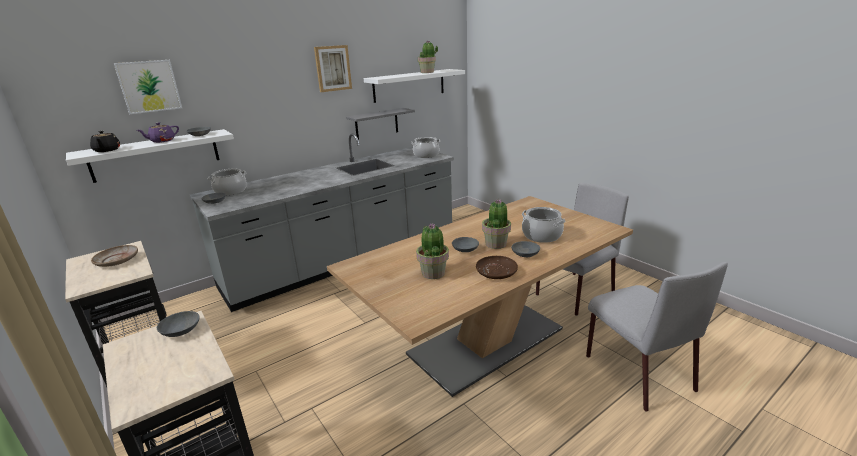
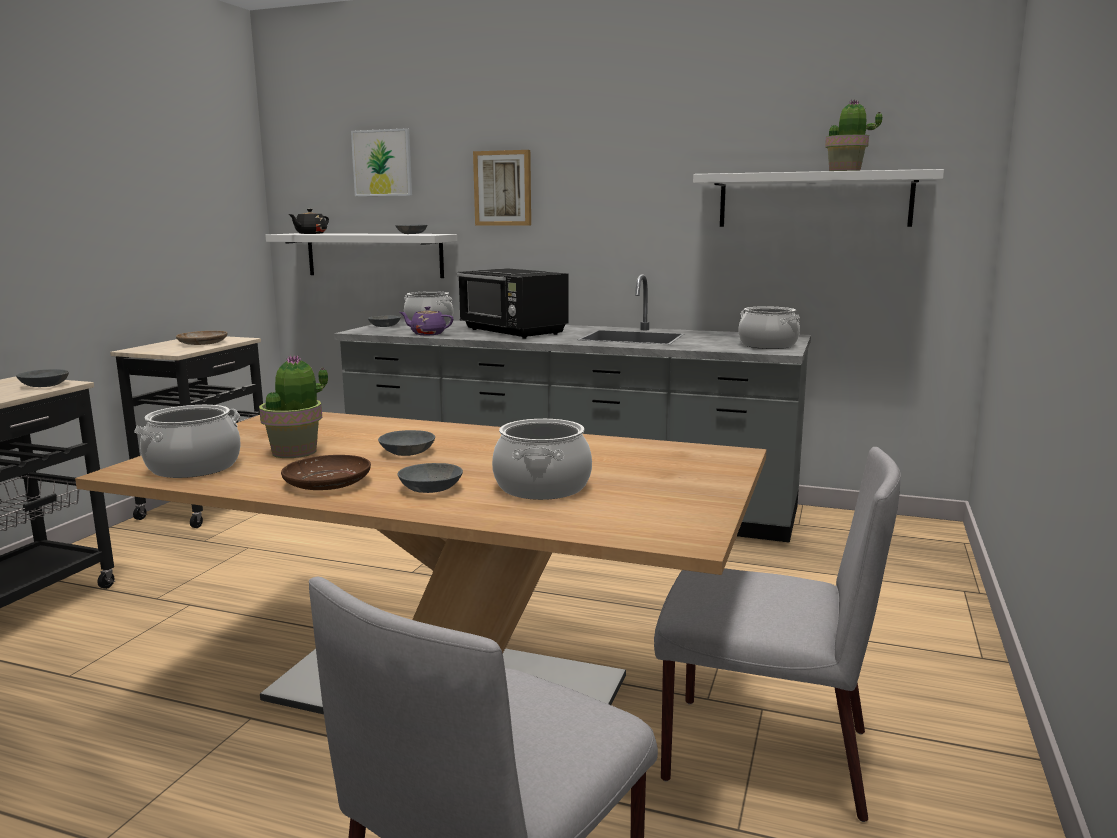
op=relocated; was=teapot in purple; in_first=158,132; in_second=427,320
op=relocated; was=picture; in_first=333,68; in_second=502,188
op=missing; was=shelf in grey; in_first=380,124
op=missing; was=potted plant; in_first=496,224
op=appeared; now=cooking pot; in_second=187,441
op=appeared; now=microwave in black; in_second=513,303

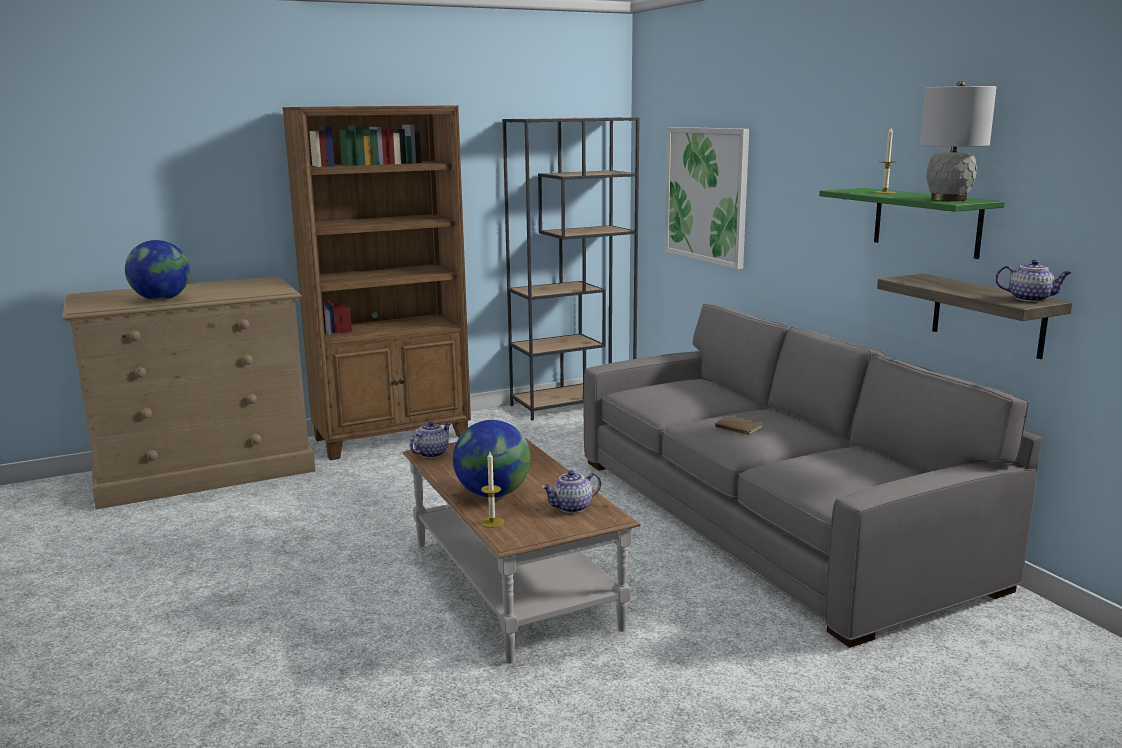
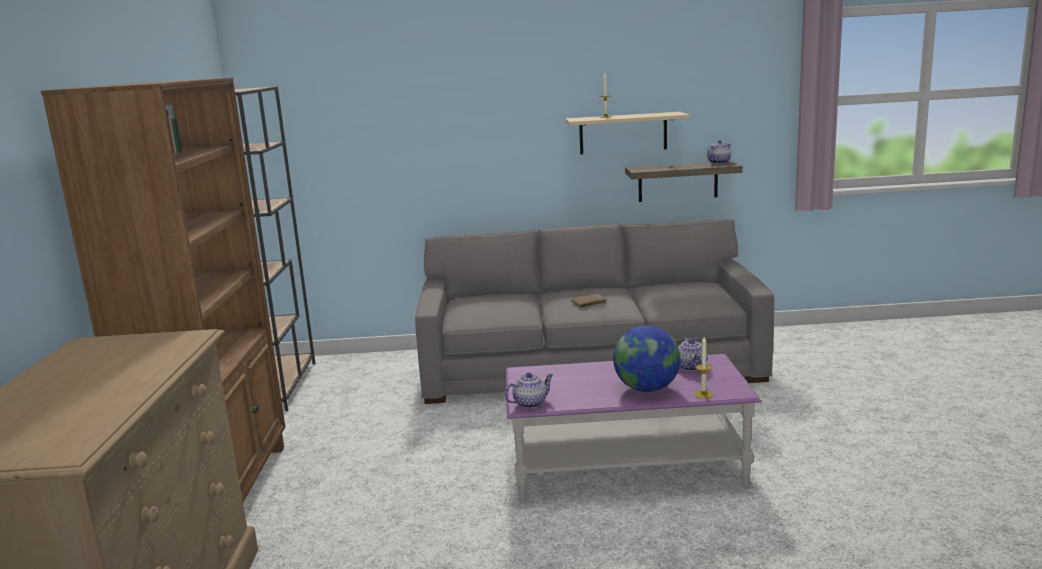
op=missing; was=globe; in_first=157,270
op=colour; was=coffee table in brown; now=coffee table in purple; in_first=521,550; in_second=633,428
op=spun; was=teapot; in_first=430,439; in_second=528,390; clockwise=90
op=missing; was=picture; in_first=707,198
op=colour; was=shelf in green; now=shelf in beige; in_first=912,223; in_second=627,133
op=missing; was=table lamp in white; in_first=958,141

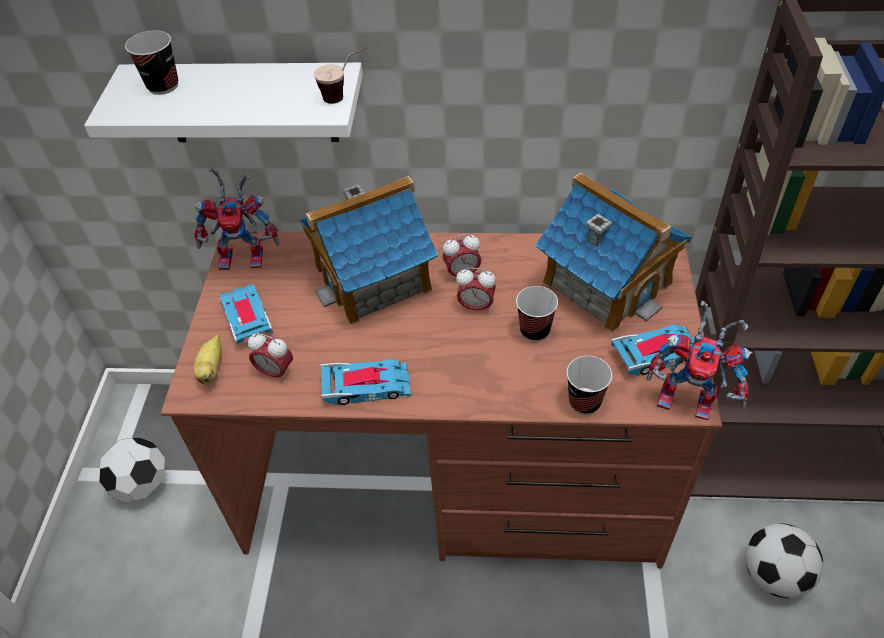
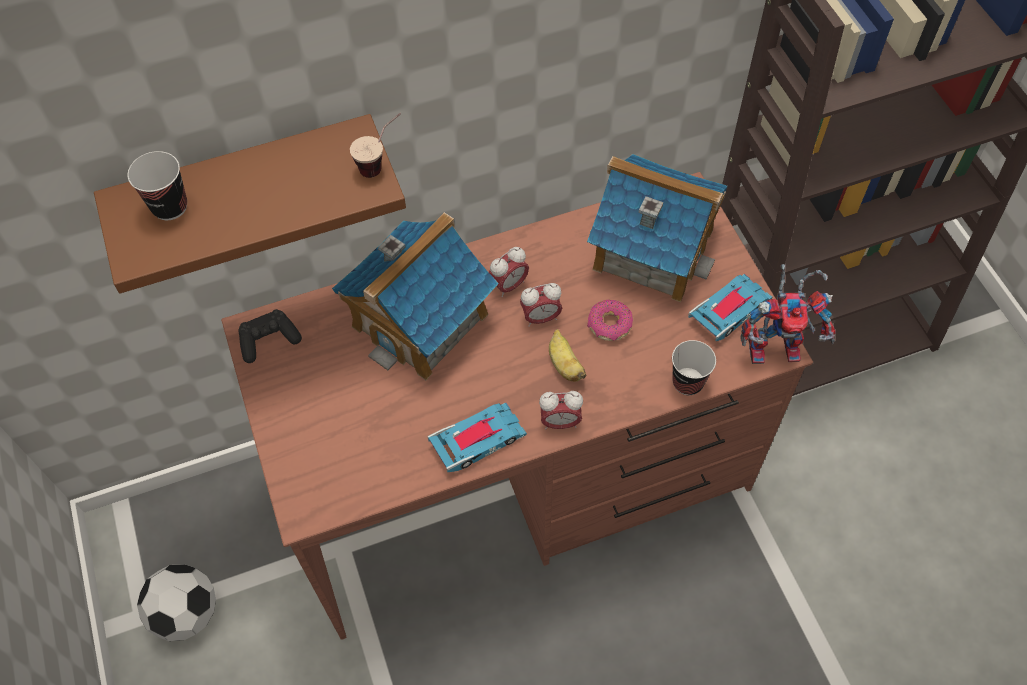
op=colour; was=shelf in white; now=shelf in brown; in_first=223,102; in_second=250,203
op=exchanged; was=toy robot; now=game controller in black; in_first=236,218; in_second=270,336
op=relocated; was=banana; in_first=208,359; in_second=567,355
op=missing; was=toy car; in_first=246,315
op=relocated; was=alarm clock; in_first=270,357; in_second=561,410
op=exchanged; was=cup; now=donut; in_first=537,314; in_second=610,320
op=missing; was=football; in_first=784,560

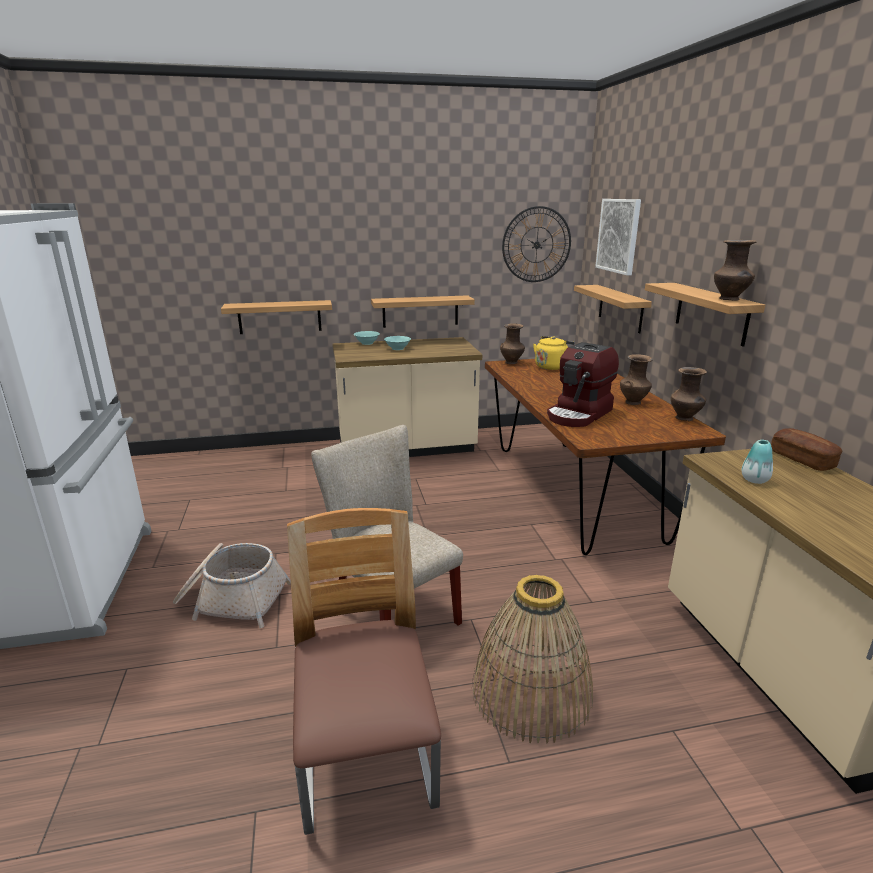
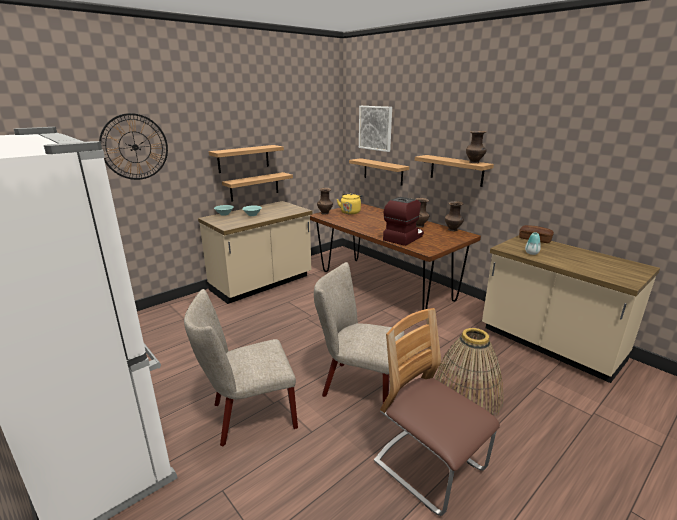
op=exchanged; was=basket; now=chair in beige; in_first=232,585; in_second=241,368
op=relocated; was=shelf; in_first=276,317; in_second=246,159
op=relocated; was=wall clock; in_first=536,244; in_second=133,146
op=spun; was=coffee machine; in_first=583,384; in_second=403,221; clockwise=-150

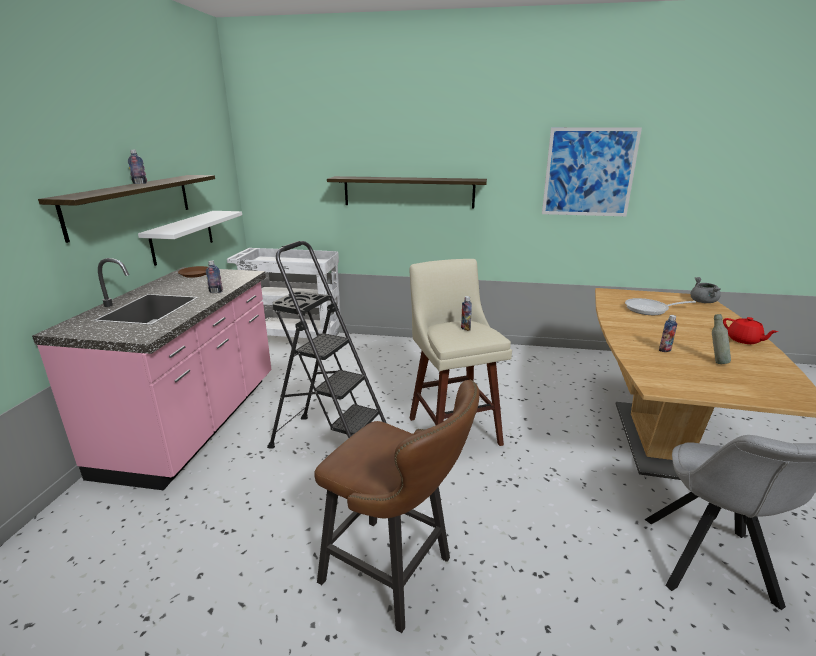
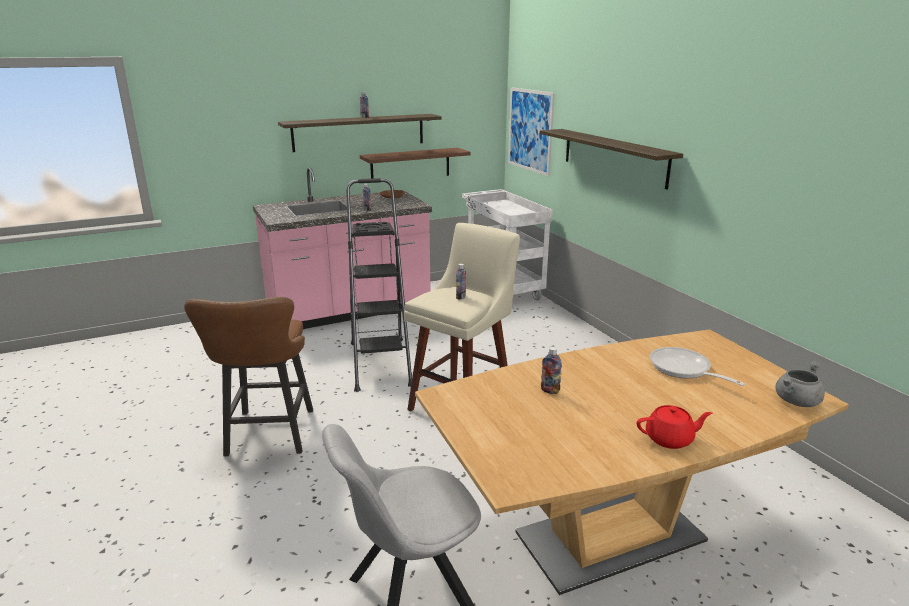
op=colour; was=shelf in white; now=shelf in brown; in_first=190,238; in_second=415,163
op=relocated; was=picture; in_first=592,171; in_second=531,131
op=missing; was=bottle in grey; in_first=721,339
op=spun; was=teapot in red; in_first=750,330; in_second=674,427; clockwise=-120

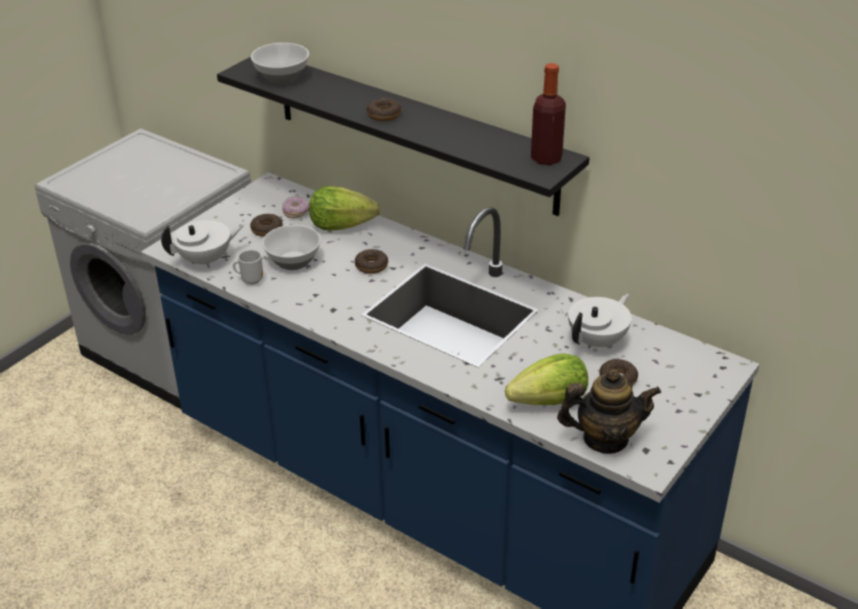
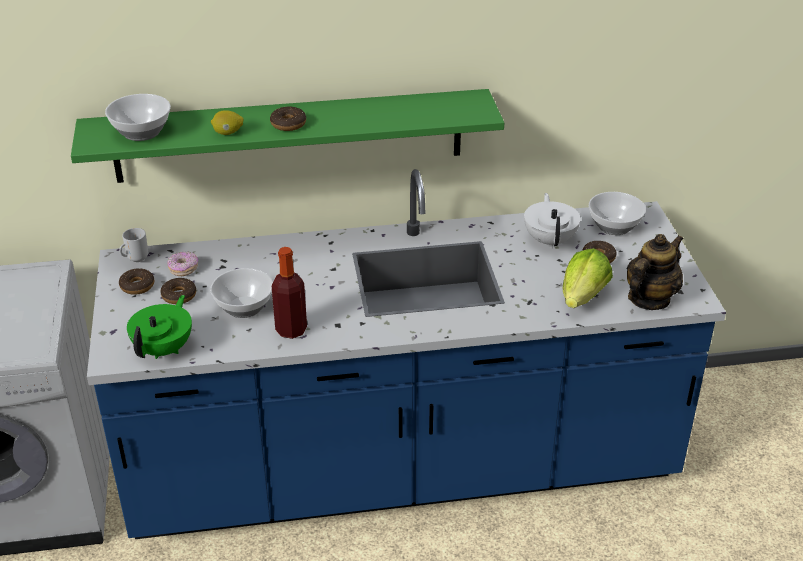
op=colour; was=teapot in white; now=teapot in green; in_first=202,244; in_second=159,327
op=colour; was=shelf in black; now=shelf in green; in_first=403,136; in_second=287,136
op=relocated; was=mug; in_first=248,267; in_second=133,245
op=missing; was=lettuce; in_first=344,208
op=relocated; was=donut; in_first=371,261; in_second=136,281
op=relocated; was=bottle; in_first=548,114; in_second=289,293
op=appeared; now=lemon; in_second=227,122
op=appeared; now=bowl; in_second=617,213

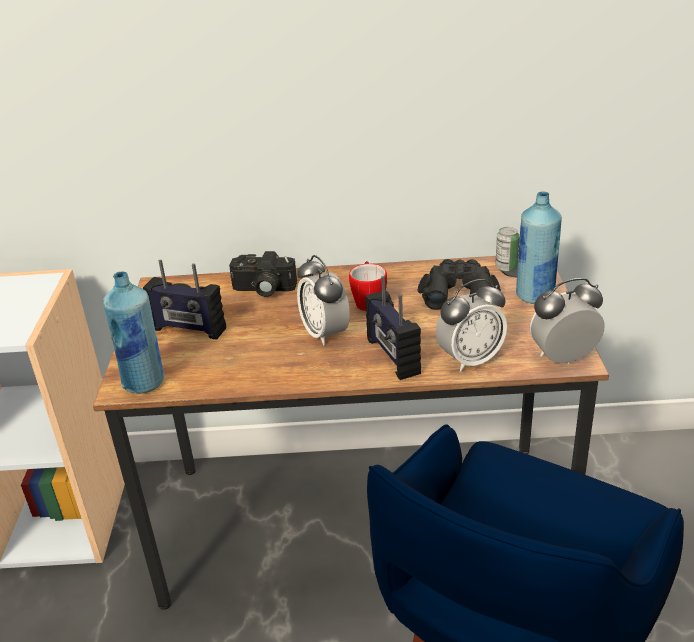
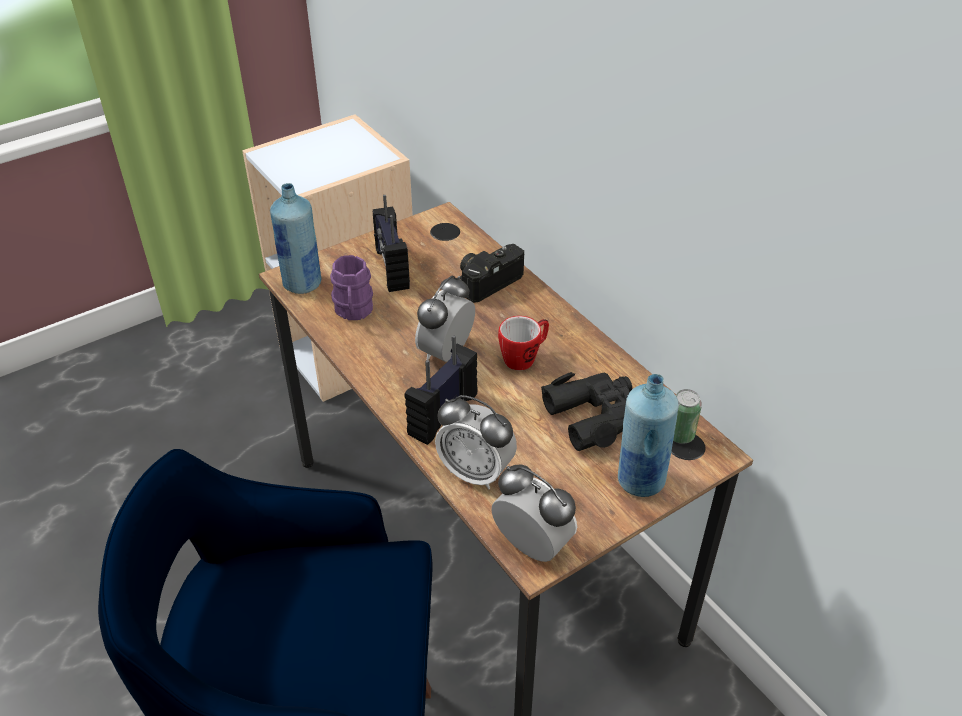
op=spun; was=photo camera; in_first=263,274; in_second=492,273; clockwise=75
op=appeared; now=mug in purple; in_second=351,287

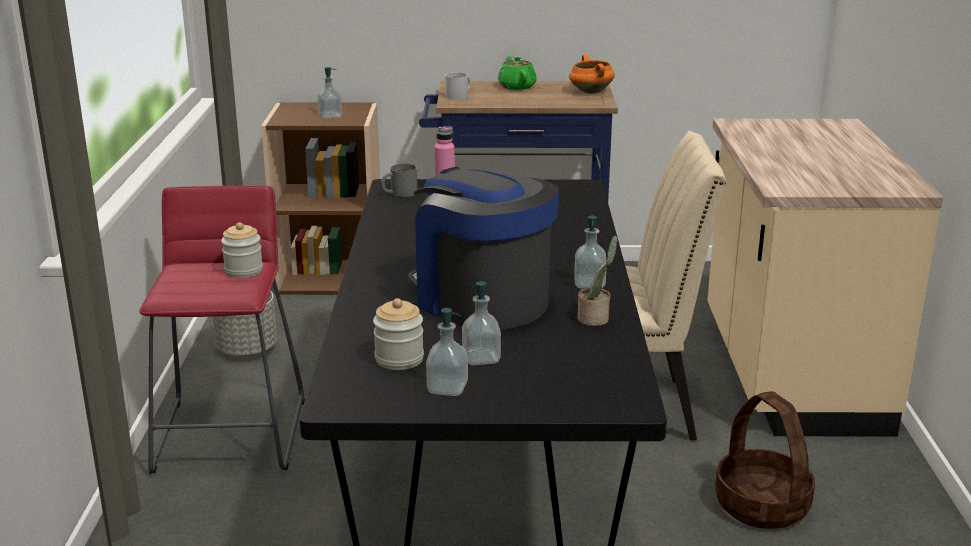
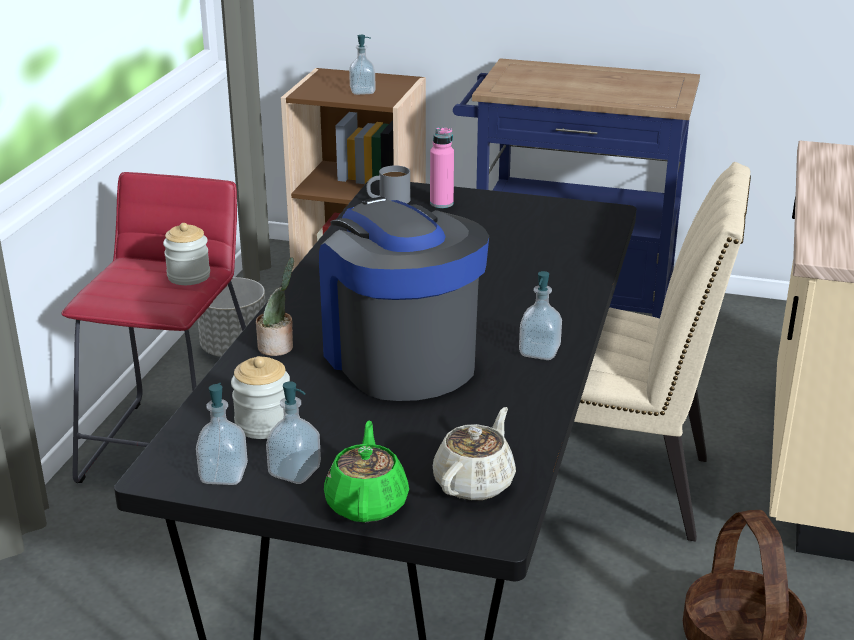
op=missing; was=mug in white; in_first=458,86
op=relocated; was=soap dispenser; in_first=481,323; in_second=222,434
op=relocated; was=teapot in green; in_first=517,73; in_second=366,472
op=missing; was=cooking pot in orange; in_first=592,74
op=relocated; was=potted plant; in_first=597,280; in_second=275,306
op=appeared; now=teapot in beige; in_second=474,454

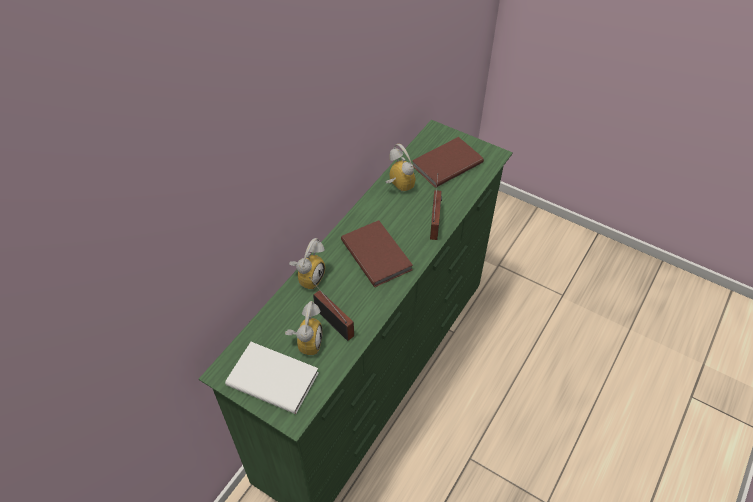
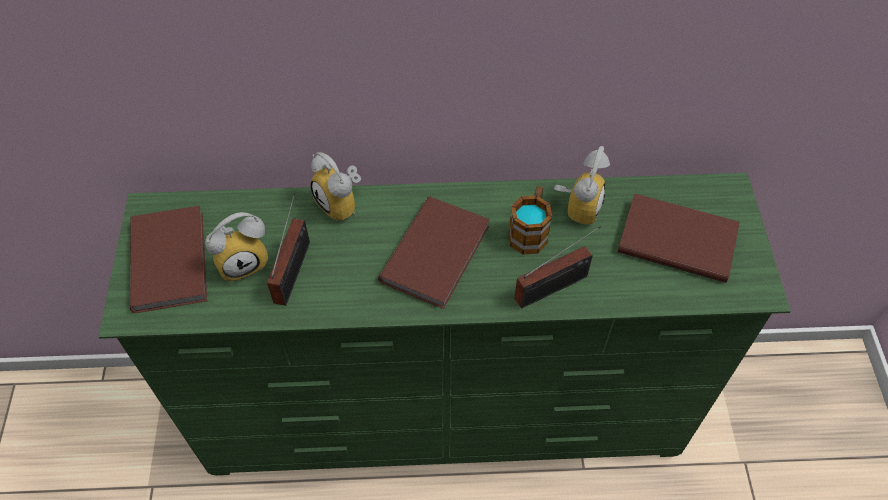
op=colour; was=book in white; now=book in brown; in_first=272,378; in_second=168,259
op=spun; was=alarm clock; in_first=307,263; in_second=335,187; clockwise=60
op=appeared; now=mug; in_second=530,220

